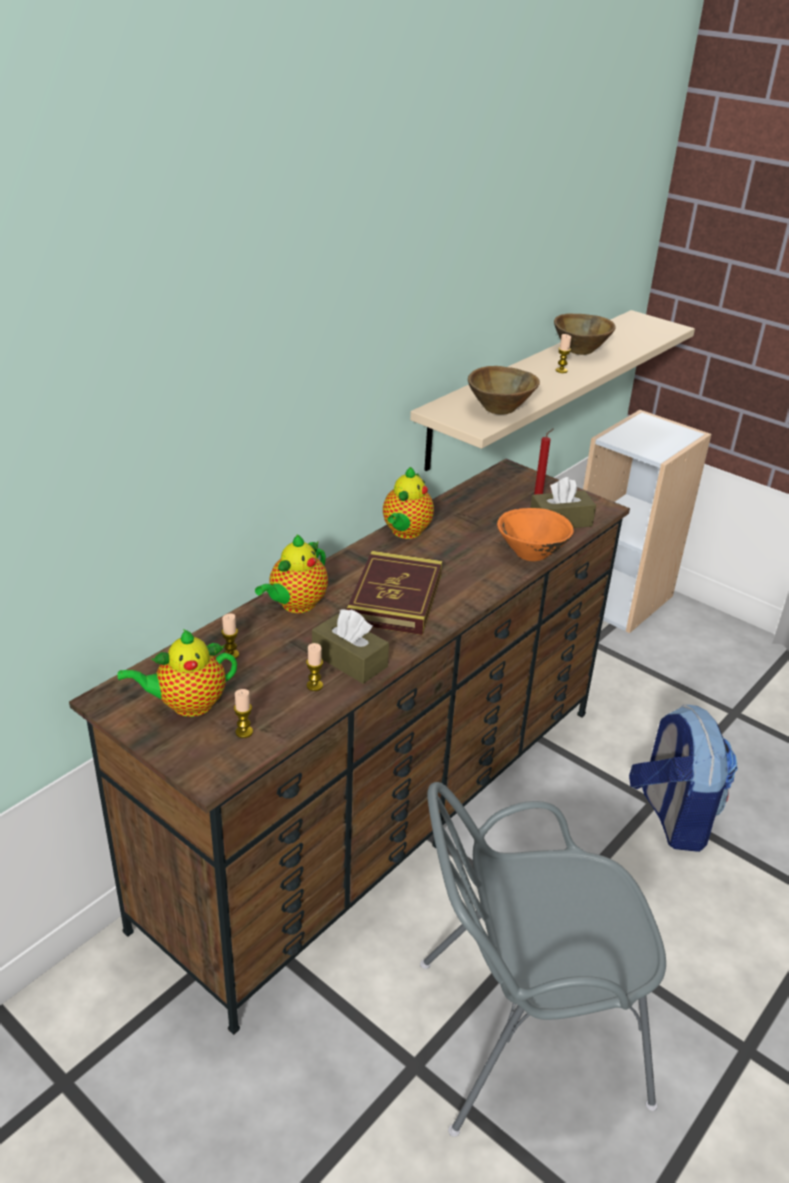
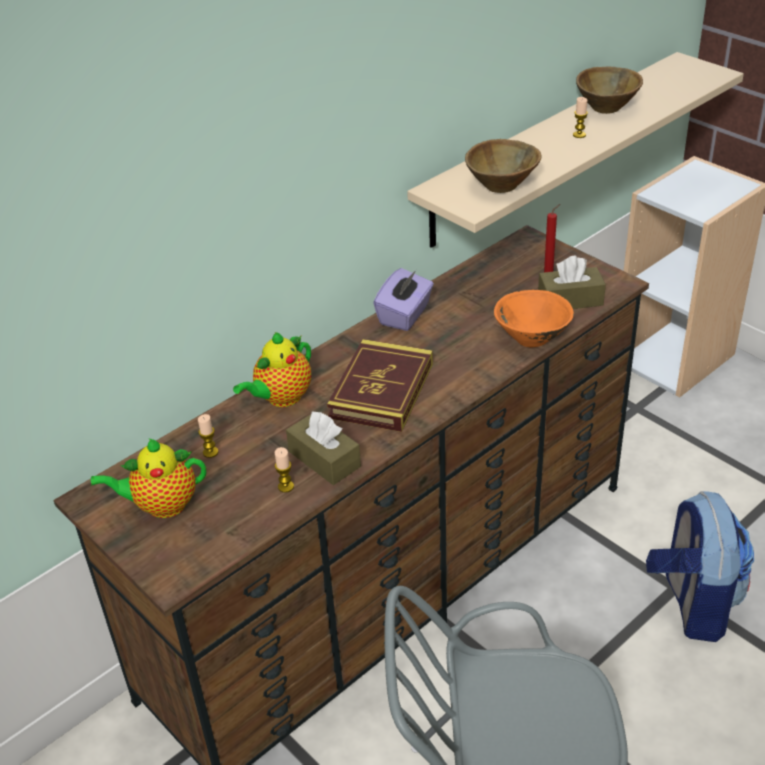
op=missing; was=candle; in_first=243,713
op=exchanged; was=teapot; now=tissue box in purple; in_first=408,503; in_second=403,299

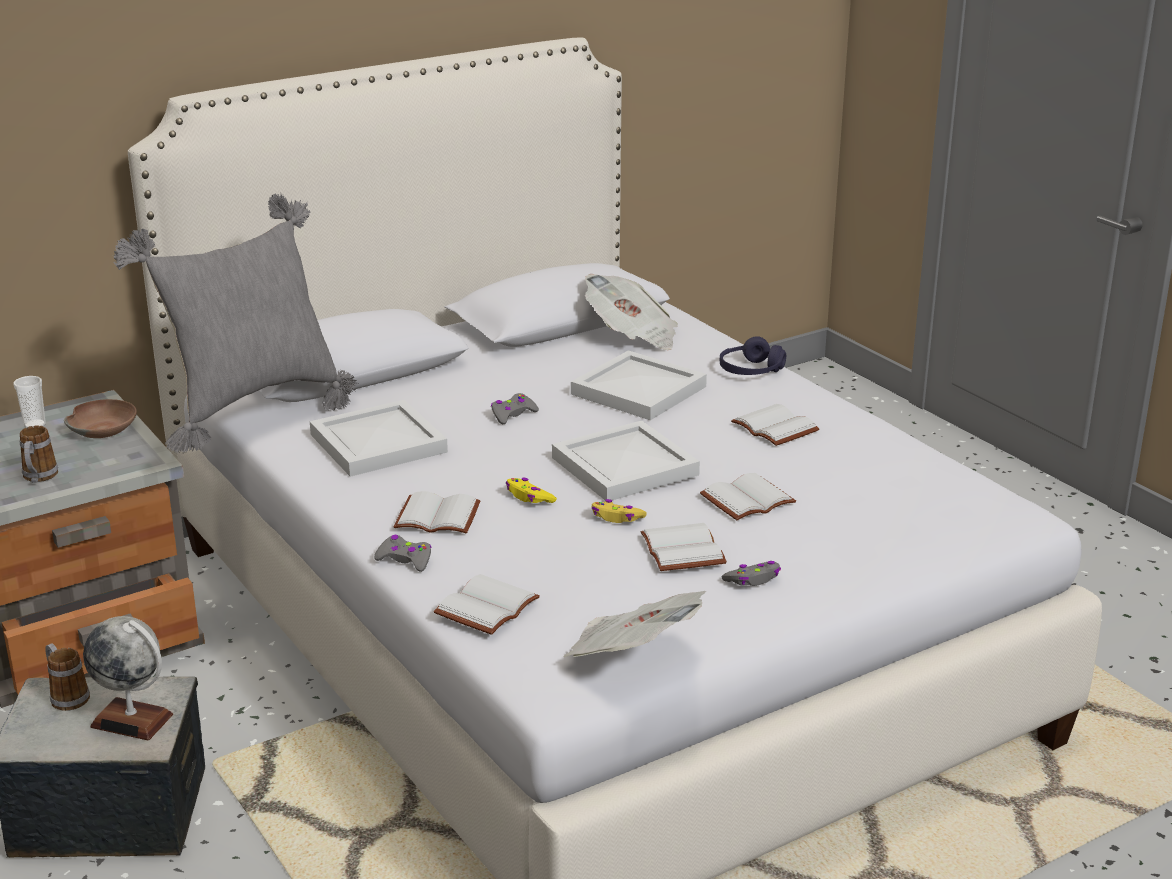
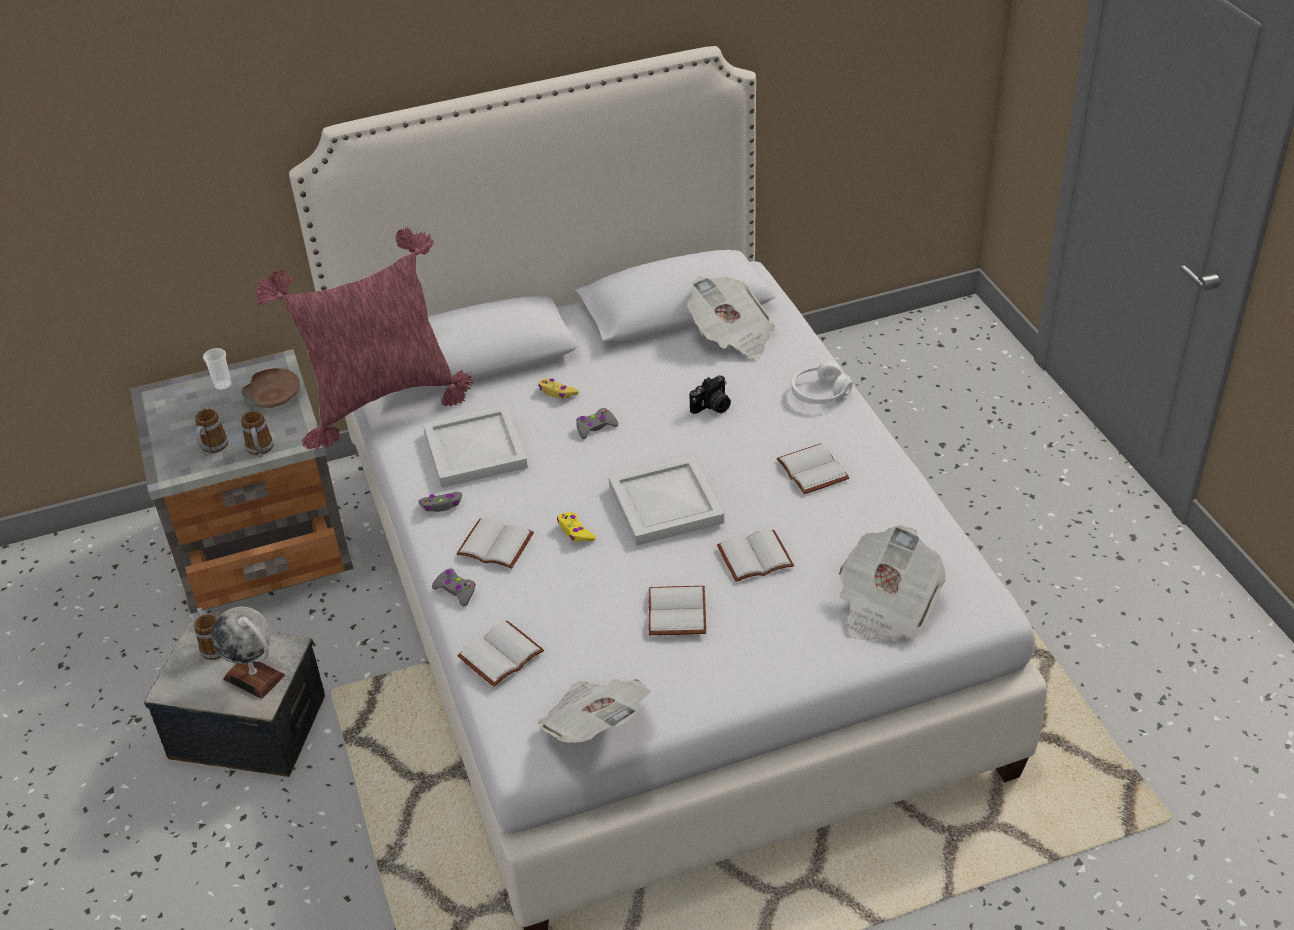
op=colour; was=pillow in grey; now=pillow in red; in_first=235,323; in_second=365,339
op=exchanged; was=tray in white; now=photo camera; in_first=639,385; in_second=710,394
op=relocated; was=game controller in yellow; in_first=619,511; in_second=558,389
op=colour; was=headphones in purple; now=headphones in white; in_first=753,355; in_second=822,382
op=relocated; was=game controller in grey; in_first=751,573; in_second=440,502
op=appeared; now=mug; in_second=257,434
op=appeared; now=newspaper; in_second=892,583

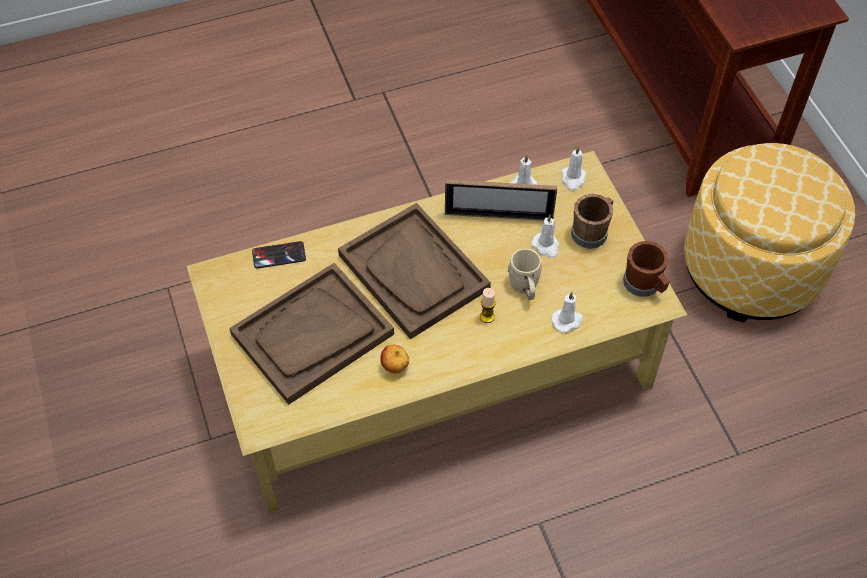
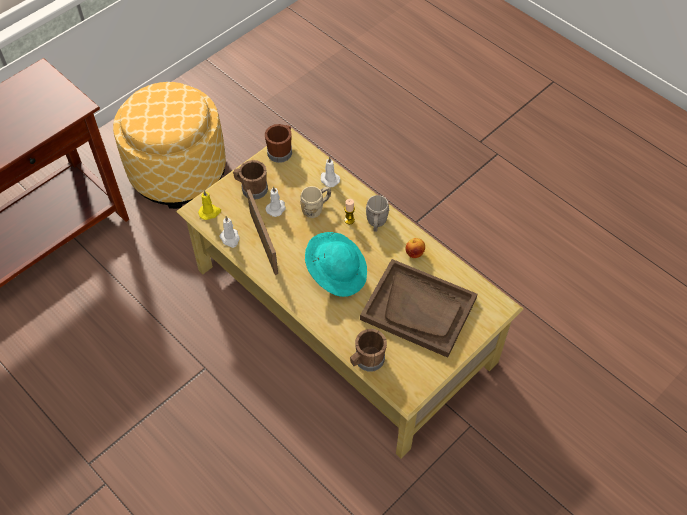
op=exchanged; was=phone; now=mug in brown; in_first=279,255; in_second=368,350
op=exchanged; was=tray in brown; now=hat in turquoise; in_first=414,271; in_second=336,264
op=colour; was=candle in white; now=candle in yellow; in_first=573,168; in_second=209,205
op=appeared; now=mug in grey; in_second=377,213

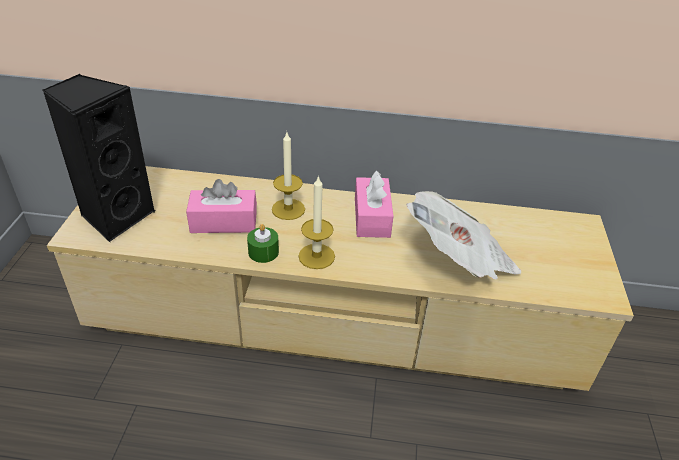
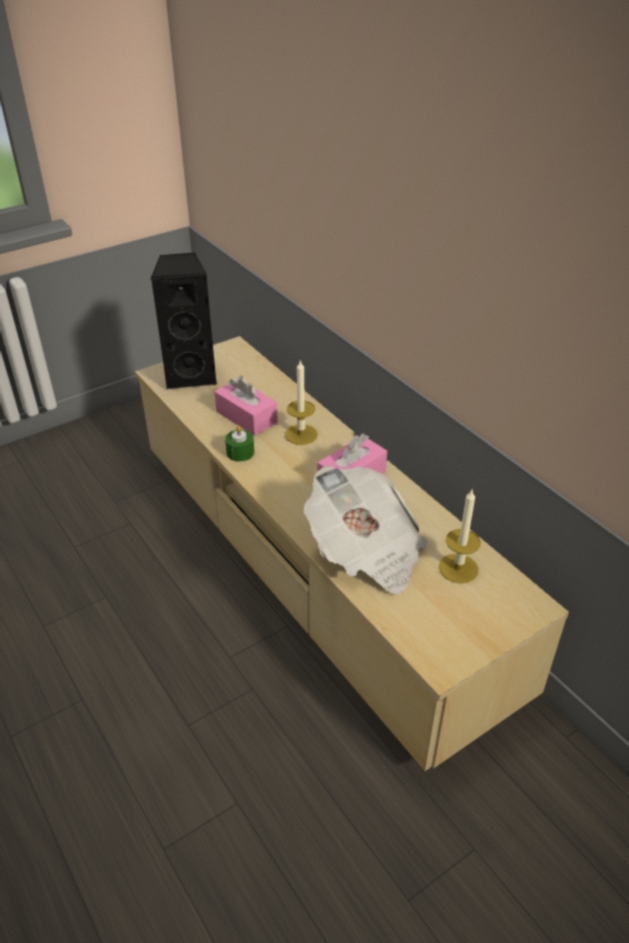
op=relocated; was=candle; in_first=316,222; in_second=460,535

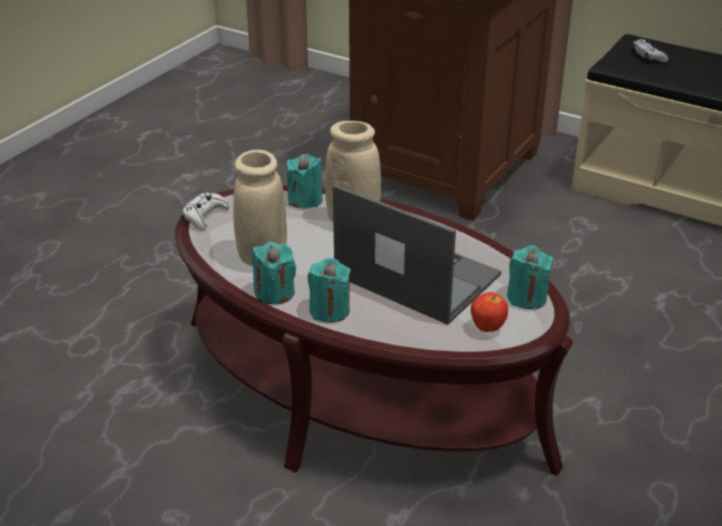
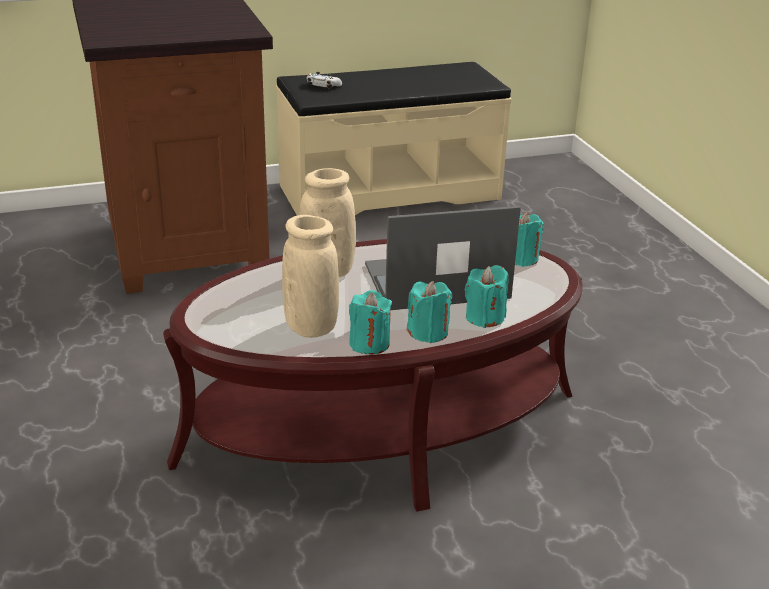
op=missing; was=game controller in white; in_first=205,211
op=relocated; was=candle in turquoise; in_first=304,181; in_second=486,296
op=missing; was=apple; in_first=489,312

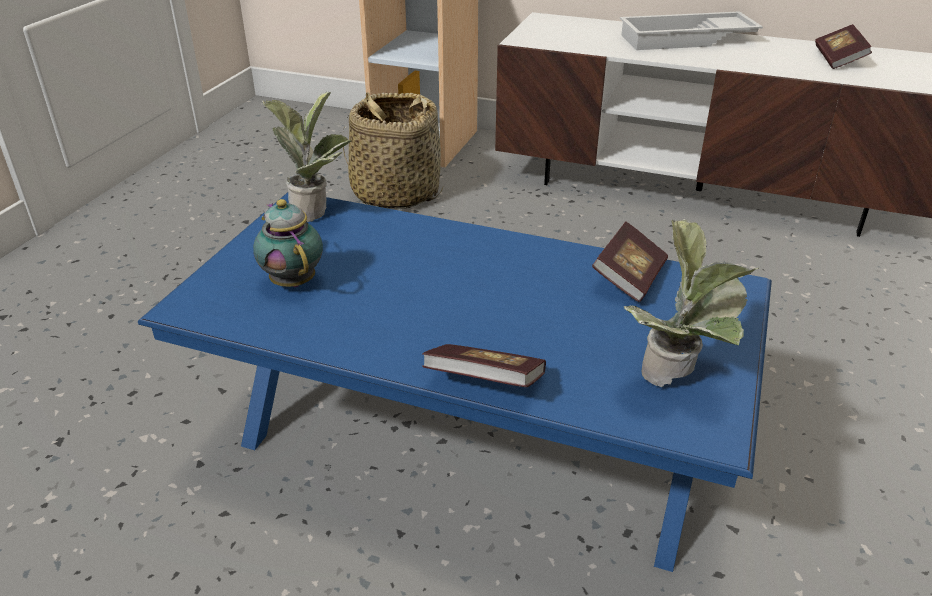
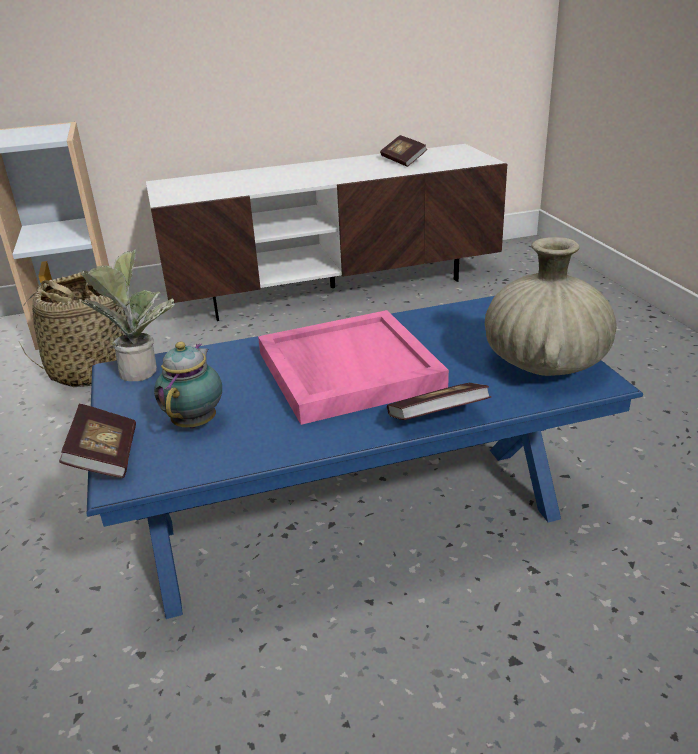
op=spun; was=teapot; in_first=288,243; in_second=188,385; clockwise=75
op=relocated; was=book; in_first=630,261; in_second=97,441
op=missing; was=tray in white; in_first=691,30
op=exchanged; was=potted plant; now=vase in beige; in_first=691,303; in_second=551,306
op=appeared; now=tray in pink; in_second=353,367

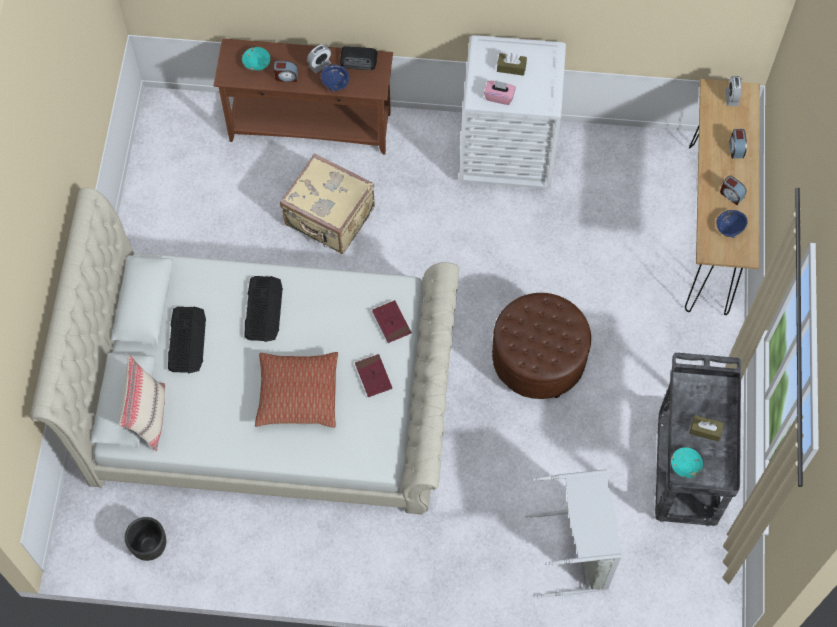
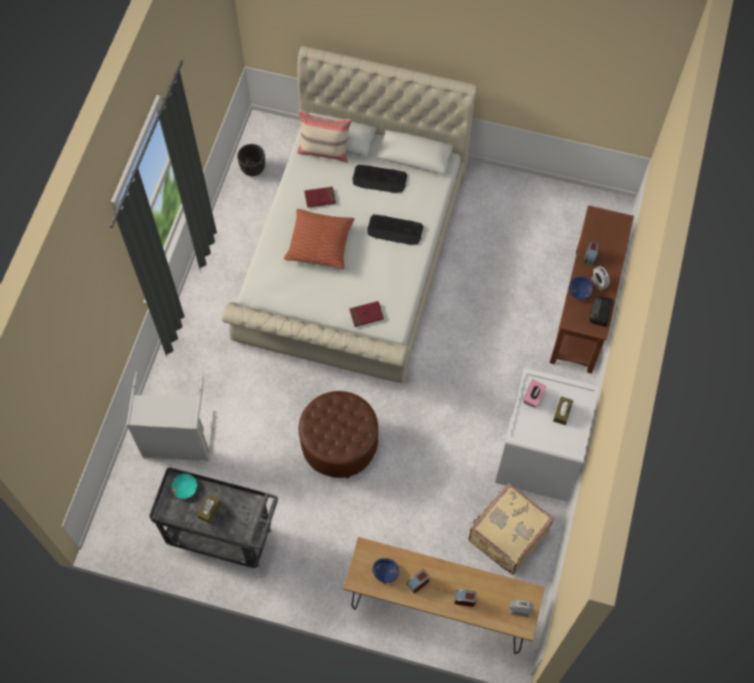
op=missing; was=bowl in turquoise; in_first=256,59
op=relocated; was=suitcase in beige; in_first=327,204; in_second=511,529
op=relocated; was=book in red; in_first=373,375; in_second=320,197

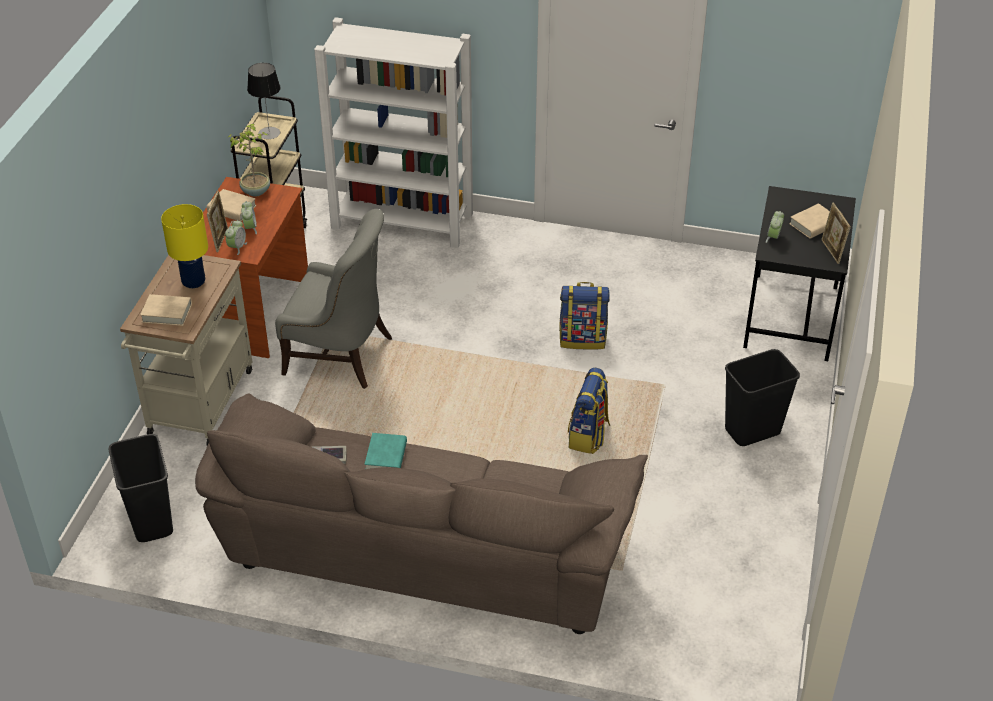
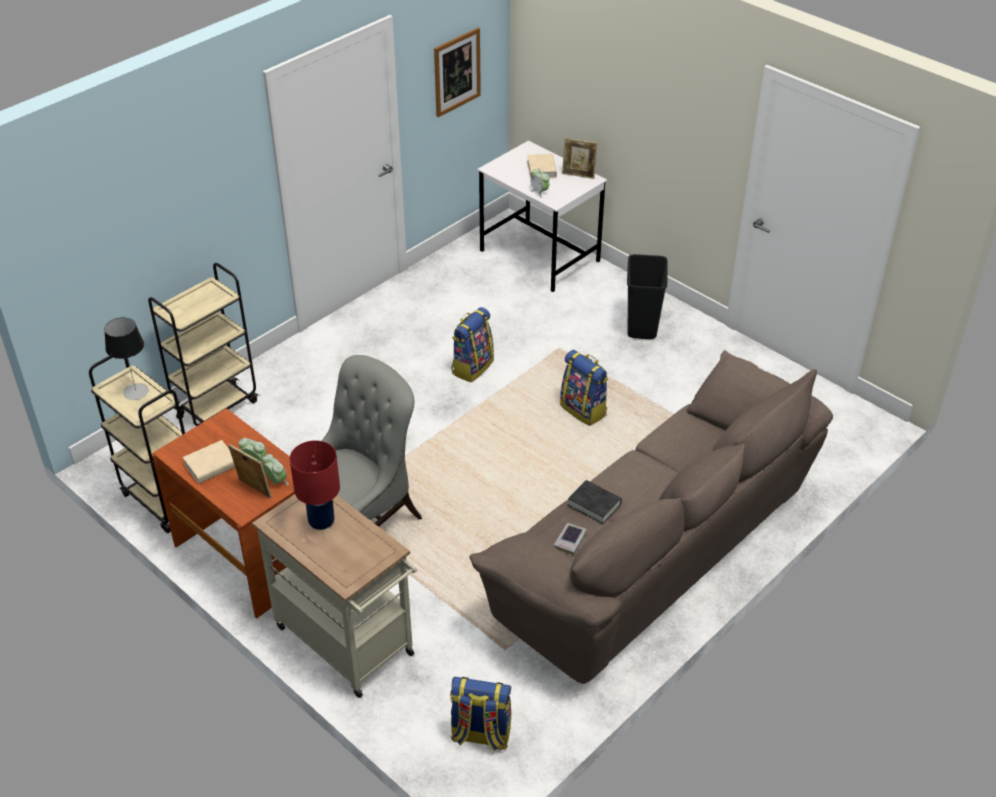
op=exchanged; was=trash can in black; now=backpack; in_first=141,488; in_second=480,714
op=missing; was=book in beige; in_first=166,310
op=colour; was=table lamp in yellow; now=table lamp in red; in_first=184,246; in_second=315,485
op=missing; was=potted plant; in_first=248,160
op=exchanged; was=bookcase in white; now=cart in beige; in_first=393,132; in_second=203,344
op=colour; was=book in turquoise; now=book in black; in_first=385,451; in_second=595,502
op=colour; was=desk in black; now=desk in white; in_first=799,273; in_second=542,216
op=appeared; now=picture; in_second=457,72

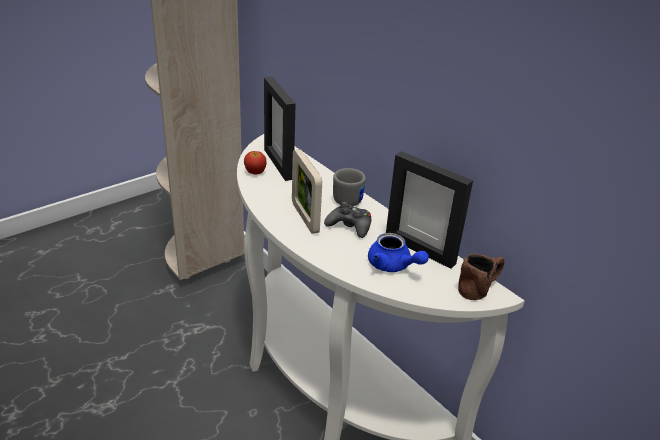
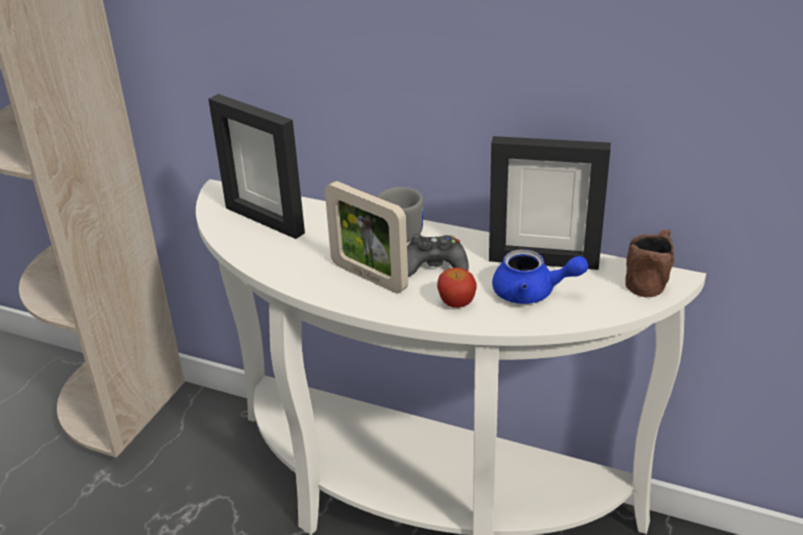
op=relocated; was=apple; in_first=255,163; in_second=457,287

